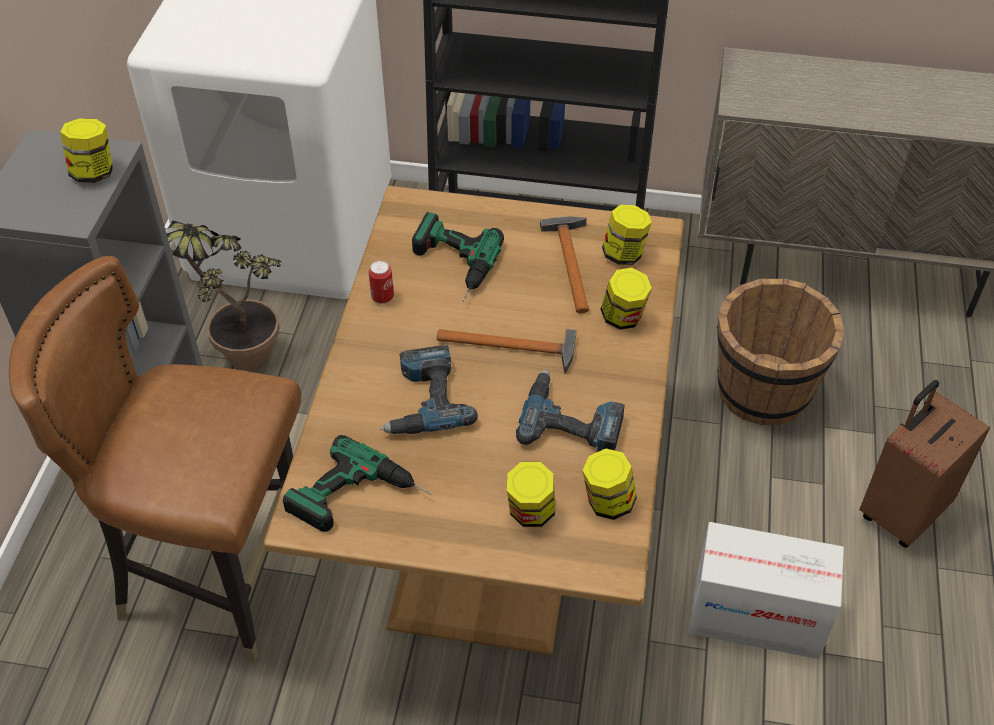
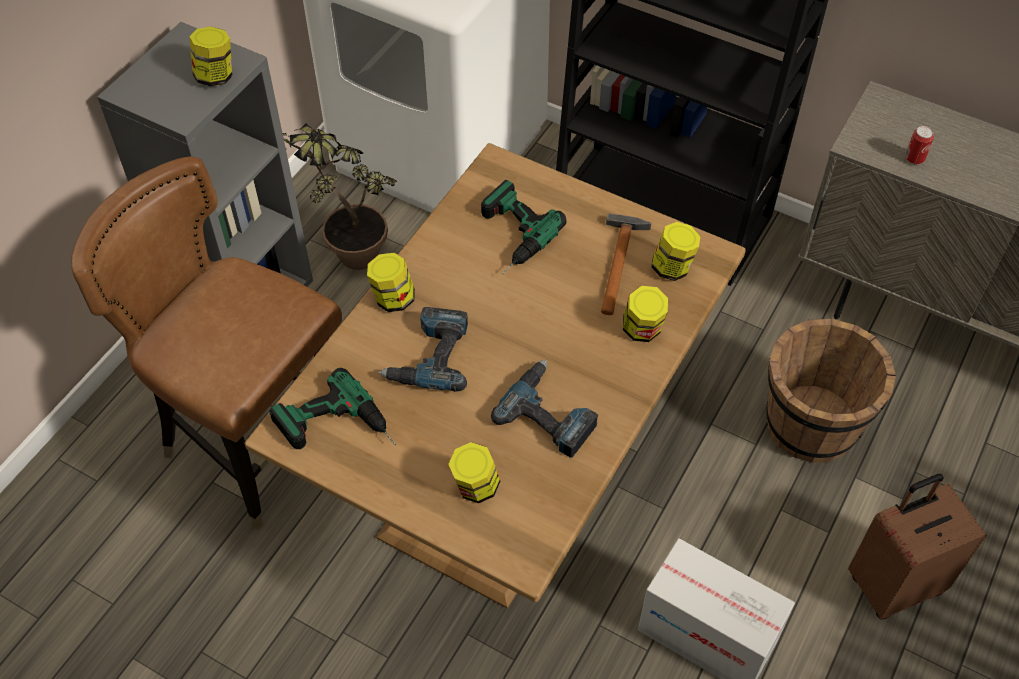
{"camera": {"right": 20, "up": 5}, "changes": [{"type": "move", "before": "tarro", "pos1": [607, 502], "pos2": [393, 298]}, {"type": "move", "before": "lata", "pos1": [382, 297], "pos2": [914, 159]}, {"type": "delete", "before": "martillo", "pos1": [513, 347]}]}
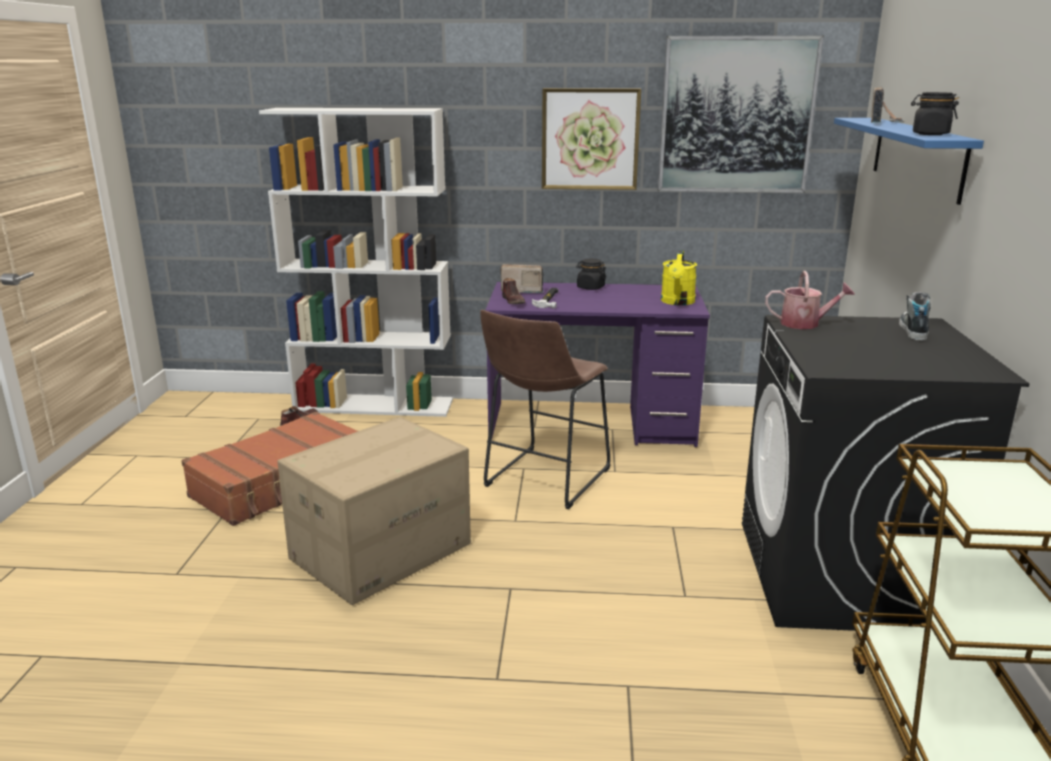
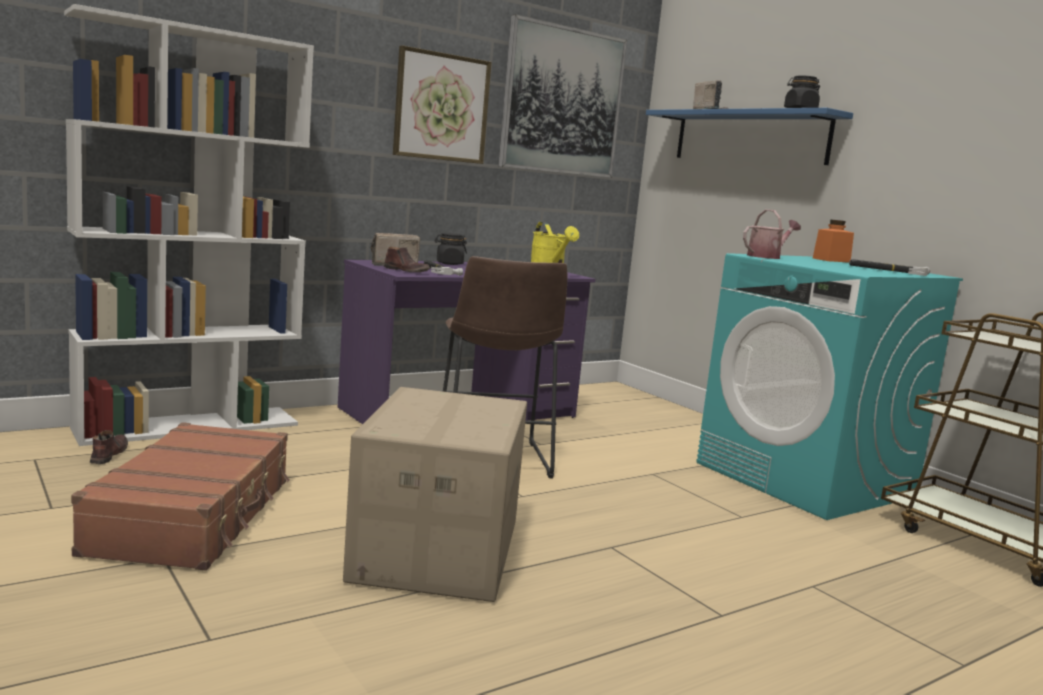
{"camera": {"right": -40, "up": -10}, "changes": [{"type": "recolor", "before": "lavadora/negro", "after": "lavadora/turquesa", "pos1": [841, 575], "pos2": [805, 480]}, {"type": "replace", "before": "zapato", "after": "tarro/naranja", "pos1": [913, 330], "pos2": [831, 260]}, {"type": "insert", "after": "martillo", "pos2": [887, 271]}]}
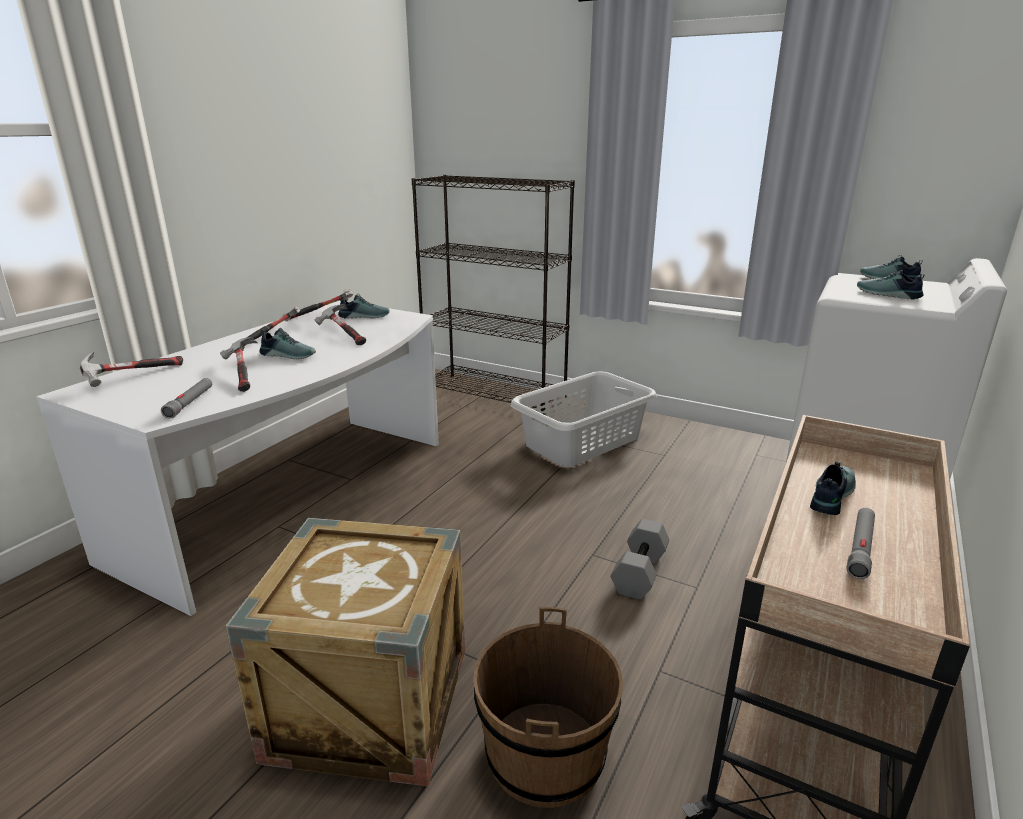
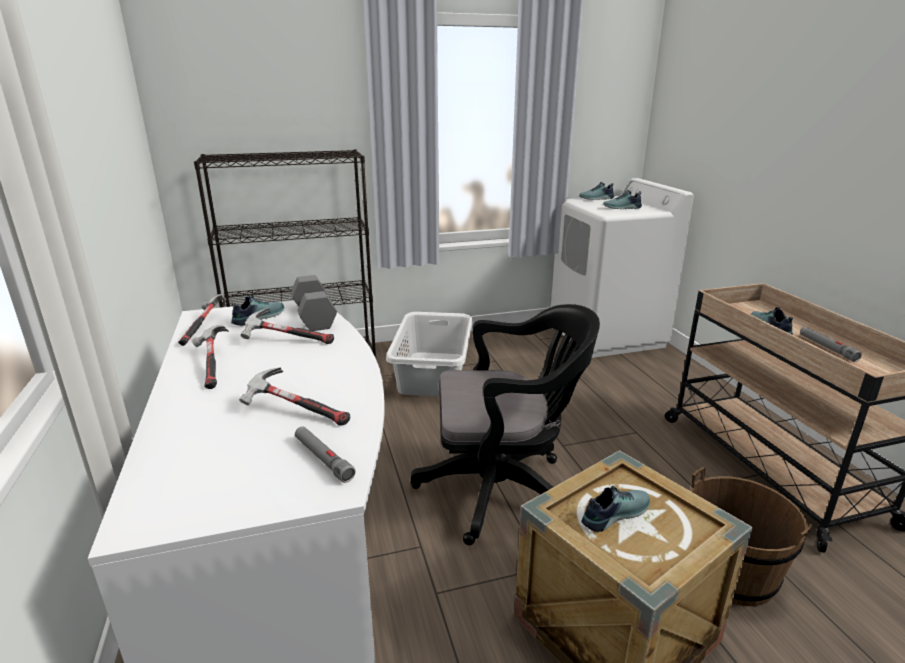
{"camera": {"right": -45, "up": 0}, "changes": [{"type": "move", "before": "mancuerna/gris", "pos1": [640, 573], "pos2": [315, 317]}, {"type": "insert", "after": "silla de oficina/negro", "pos2": [503, 489]}, {"type": "move", "before": "zapato", "pos1": [289, 355], "pos2": [613, 513]}, {"type": "delete", "before": "martillo", "pos1": [133, 377]}]}
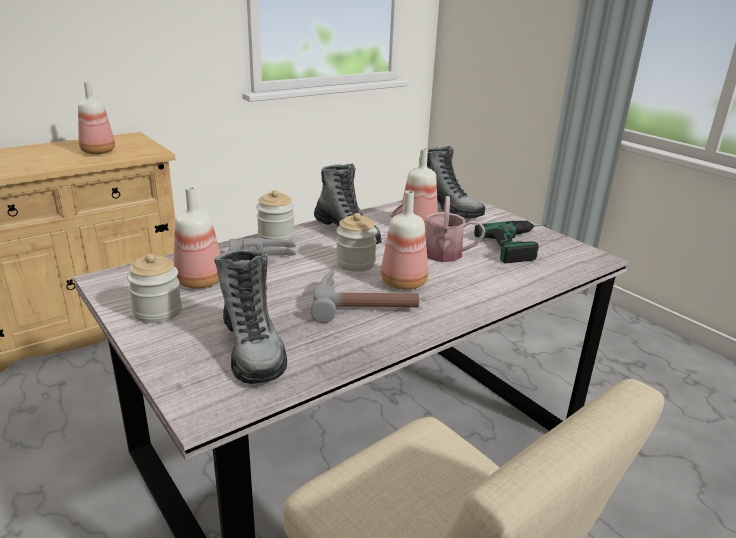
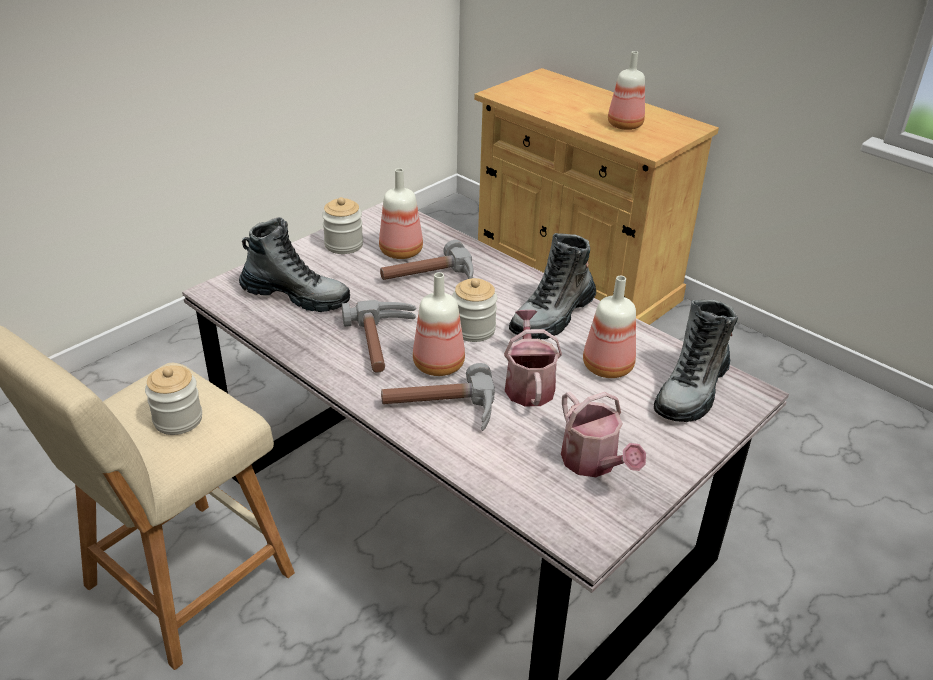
{"camera": {"right": 80, "up": 10}, "changes": [{"type": "move", "before": "tarro", "pos1": [276, 237], "pos2": [178, 420]}, {"type": "rotate", "before": "bota", "pos1": [253, 348], "pos2": [296, 296], "turn": -135}, {"type": "insert", "after": "martillo", "pos2": [440, 411]}, {"type": "replace", "before": "taladro", "after": "regadera", "pos1": [522, 245], "pos2": [593, 463]}]}
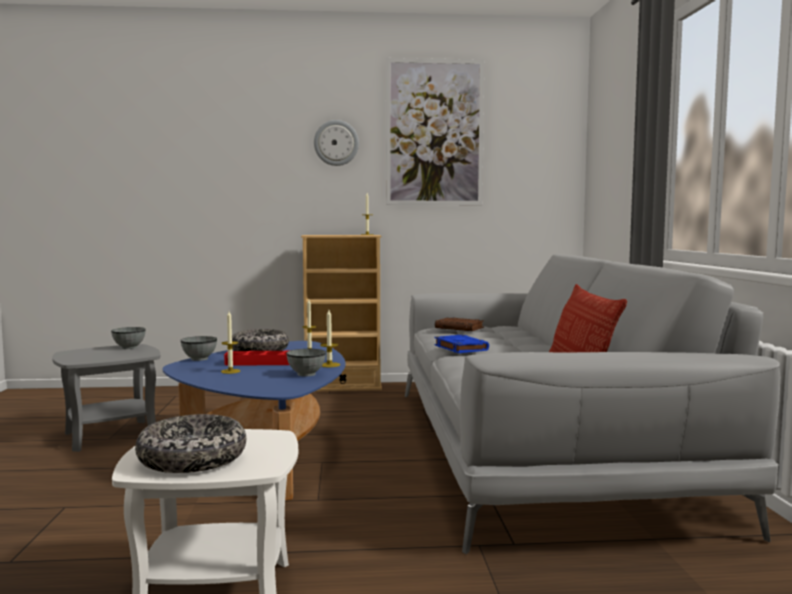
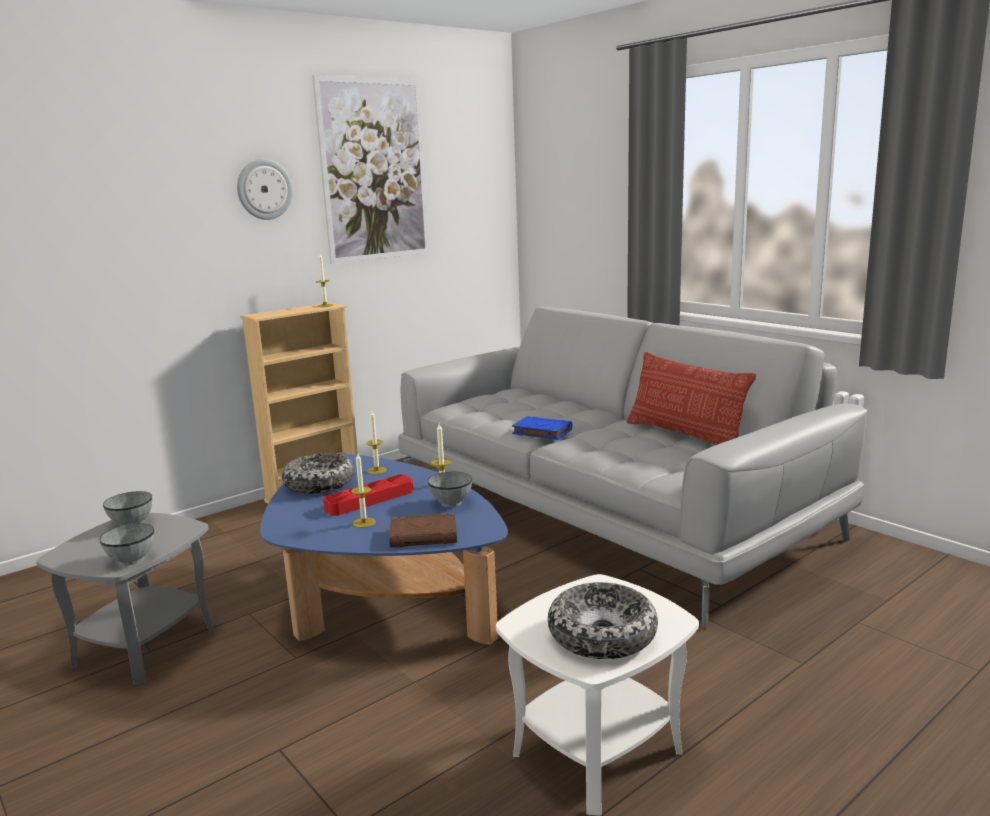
{"camera": {"right": -35, "up": 10}, "changes": [{"type": "move", "before": "cuenco/gris", "pos1": [199, 359], "pos2": [131, 560]}, {"type": "move", "before": "libro/marrón", "pos1": [460, 328], "pos2": [424, 535]}]}
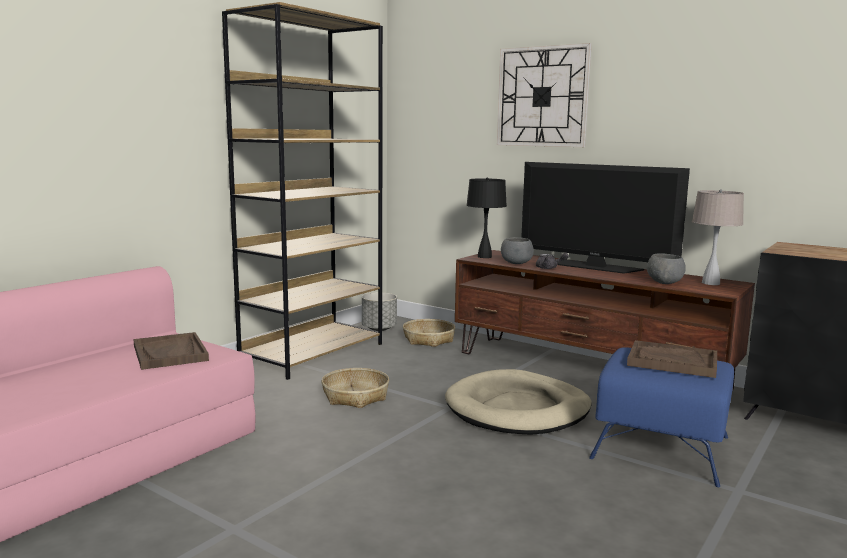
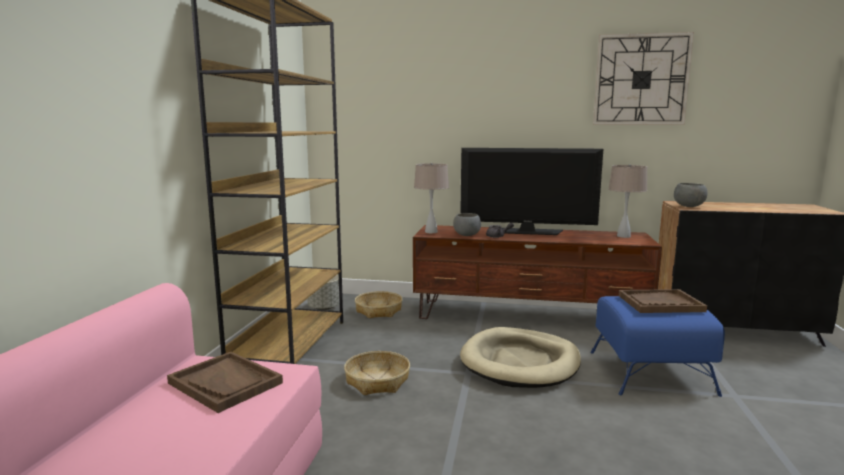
{"camera": {"right": -25, "up": 0}, "changes": [{"type": "recolor", "before": "lámpara de mesa/negro", "after": "lámpara de mesa/beis", "pos1": [484, 256], "pos2": [431, 232]}, {"type": "move", "before": "reloj de pared", "pos1": [542, 97], "pos2": [641, 80]}, {"type": "move", "before": "cuenco/gris", "pos1": [664, 283], "pos2": [688, 206]}]}
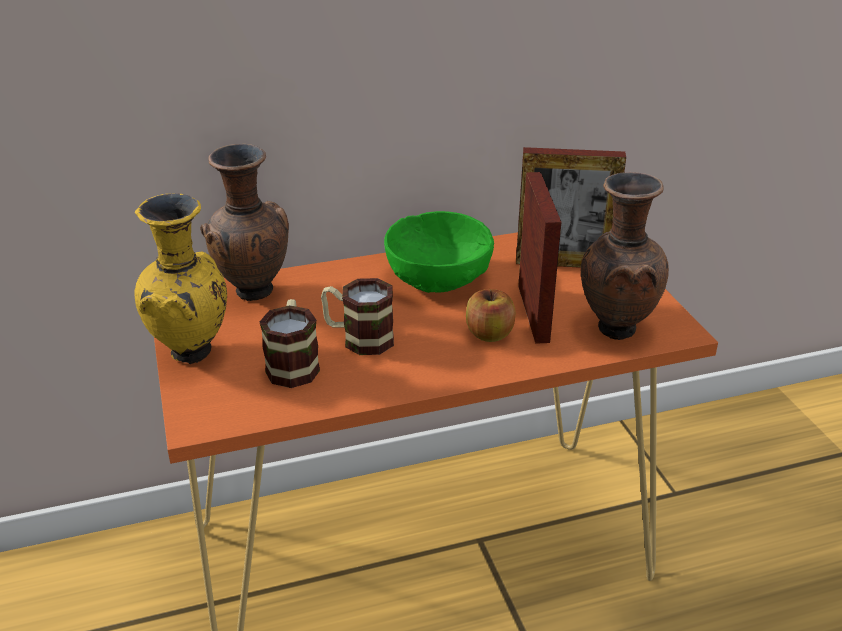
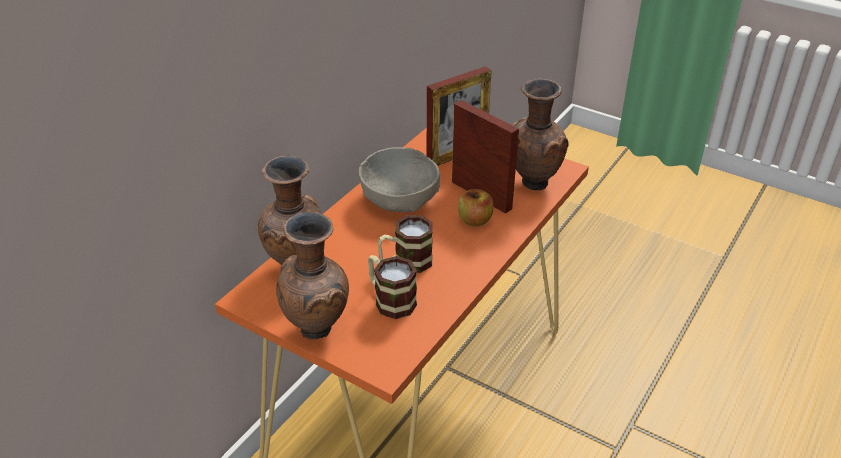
{"camera": {"right": -40, "up": 5}, "changes": [{"type": "recolor", "before": "florero/amarillo", "after": "florero/marrón", "pos1": [193, 355], "pos2": [318, 330]}, {"type": "recolor", "before": "cuenco/verde", "after": "cuenco/gris", "pos1": [438, 279], "pos2": [400, 199]}]}
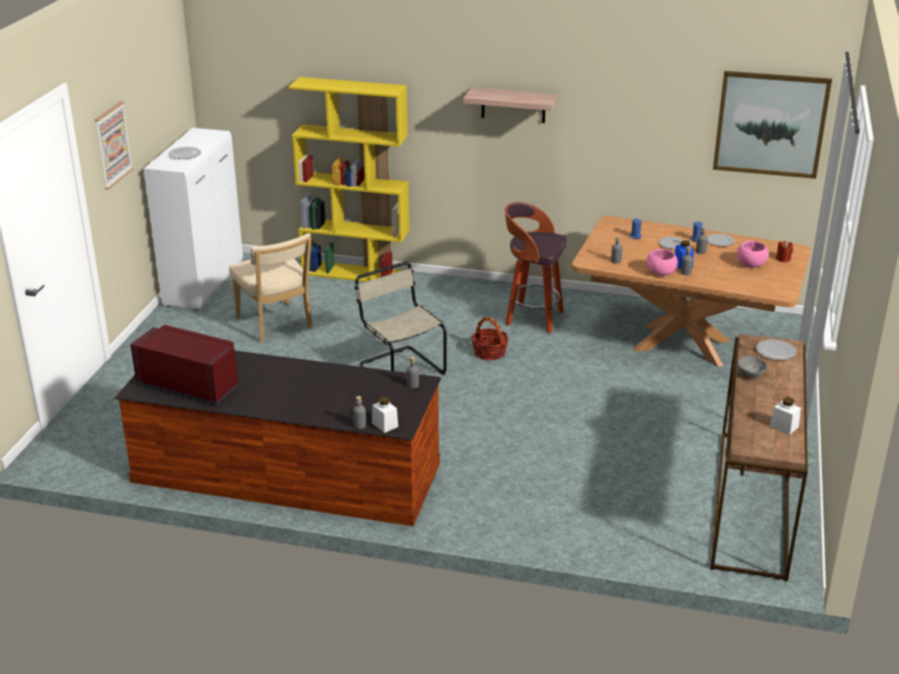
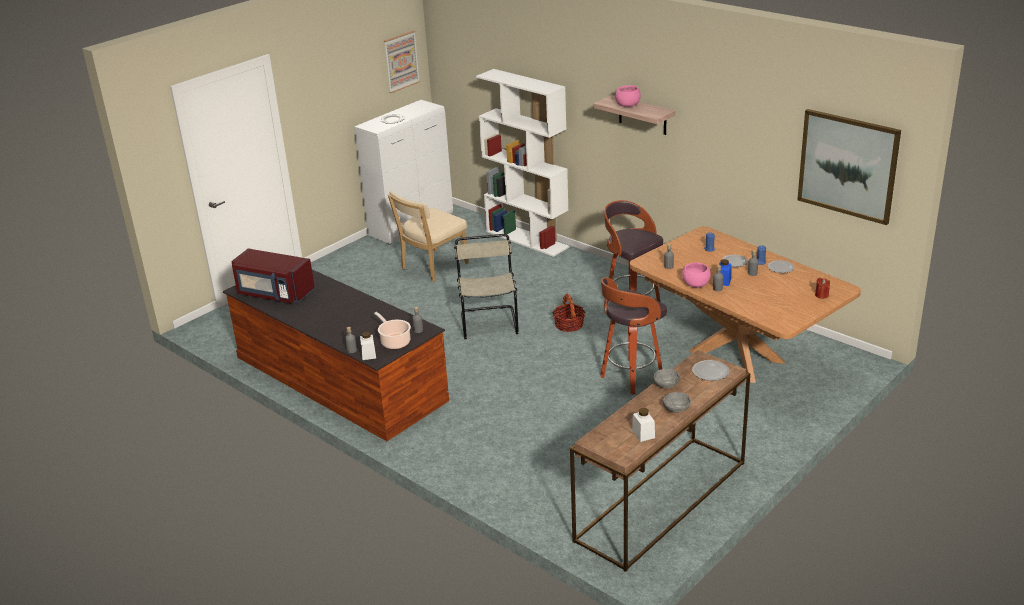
{"camera": {"right": 30, "up": 0}, "changes": [{"type": "rotate", "before": "microondas/rojo", "pos1": [189, 384], "pos2": [274, 293], "turn": 150}, {"type": "insert", "after": "olla", "pos2": [394, 342]}, {"type": "move", "before": "cuadro", "pos1": [113, 144], "pos2": [401, 61]}, {"type": "rotate", "before": "silla/beis", "pos1": [276, 325], "pos2": [432, 267], "turn": 45}, {"type": "recolor", "before": "estantería/amarillo", "after": "estantería/blanco", "pos1": [356, 273], "pos2": [528, 239]}, {"type": "insert", "after": "taburete", "pos2": [630, 378]}, {"type": "move", "before": "cuenco/rosa", "pos1": [751, 264], "pos2": [627, 105]}, {"type": "insert", "after": "cuenco/gris", "pos2": [676, 409]}]}
